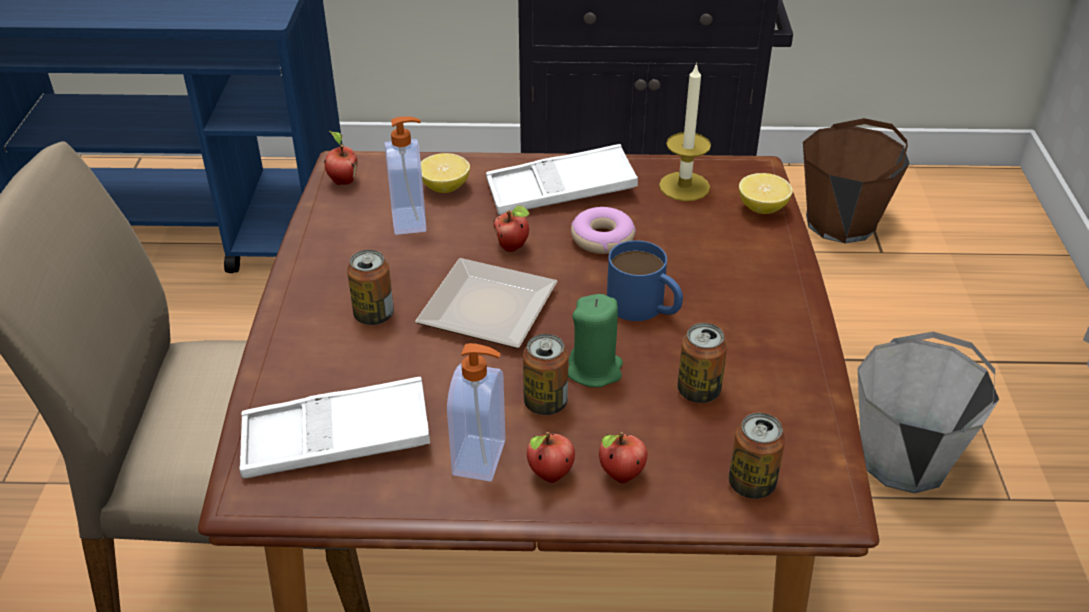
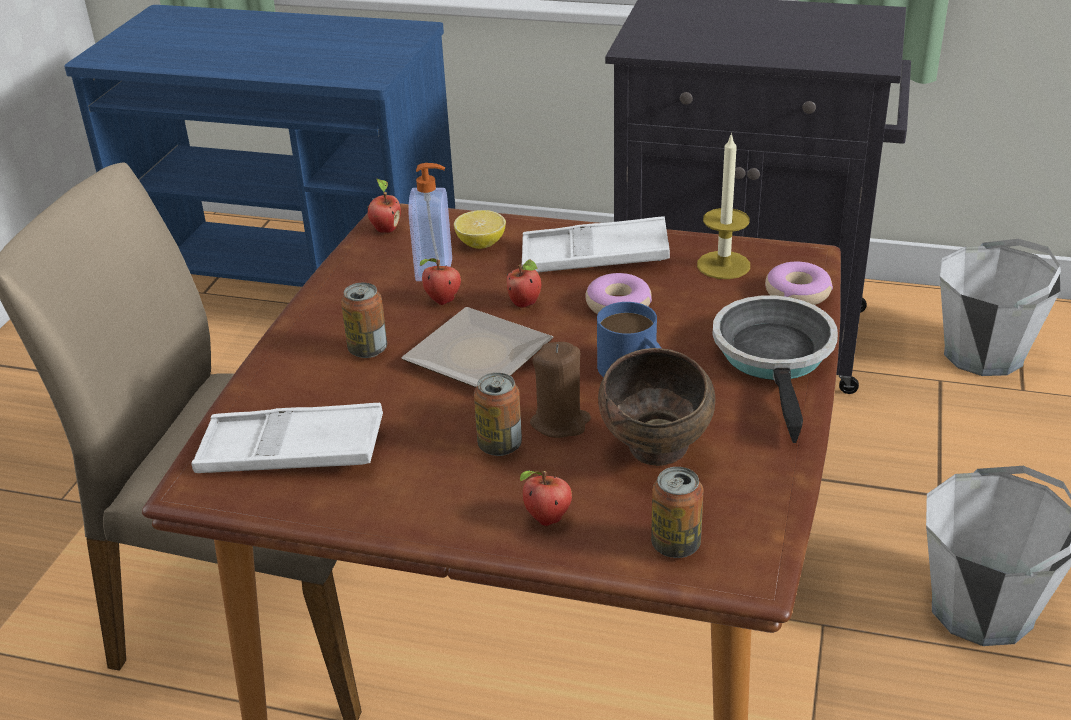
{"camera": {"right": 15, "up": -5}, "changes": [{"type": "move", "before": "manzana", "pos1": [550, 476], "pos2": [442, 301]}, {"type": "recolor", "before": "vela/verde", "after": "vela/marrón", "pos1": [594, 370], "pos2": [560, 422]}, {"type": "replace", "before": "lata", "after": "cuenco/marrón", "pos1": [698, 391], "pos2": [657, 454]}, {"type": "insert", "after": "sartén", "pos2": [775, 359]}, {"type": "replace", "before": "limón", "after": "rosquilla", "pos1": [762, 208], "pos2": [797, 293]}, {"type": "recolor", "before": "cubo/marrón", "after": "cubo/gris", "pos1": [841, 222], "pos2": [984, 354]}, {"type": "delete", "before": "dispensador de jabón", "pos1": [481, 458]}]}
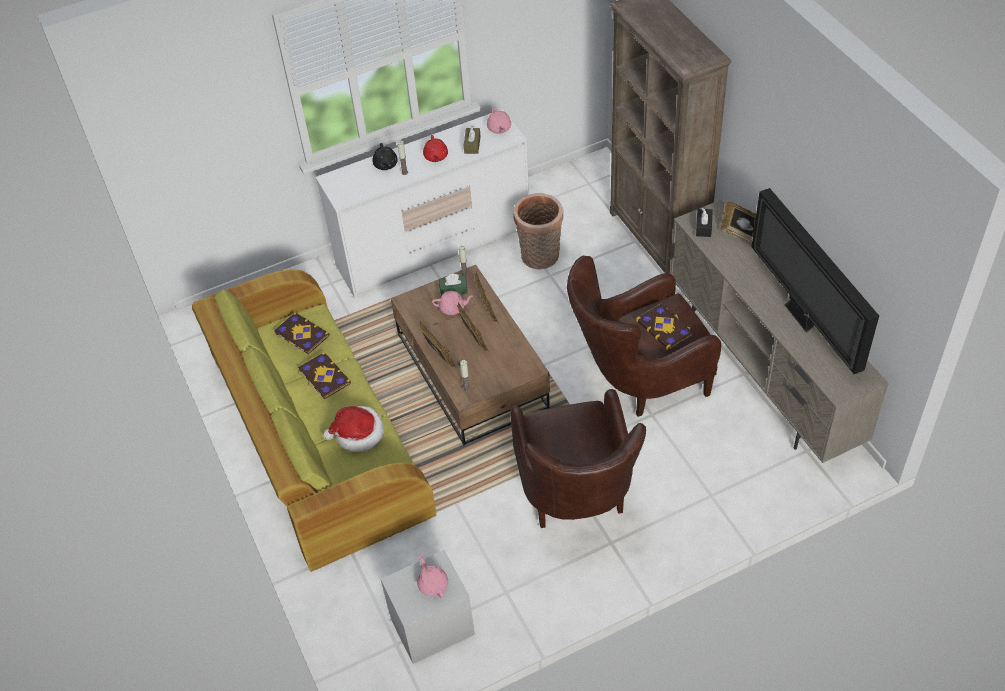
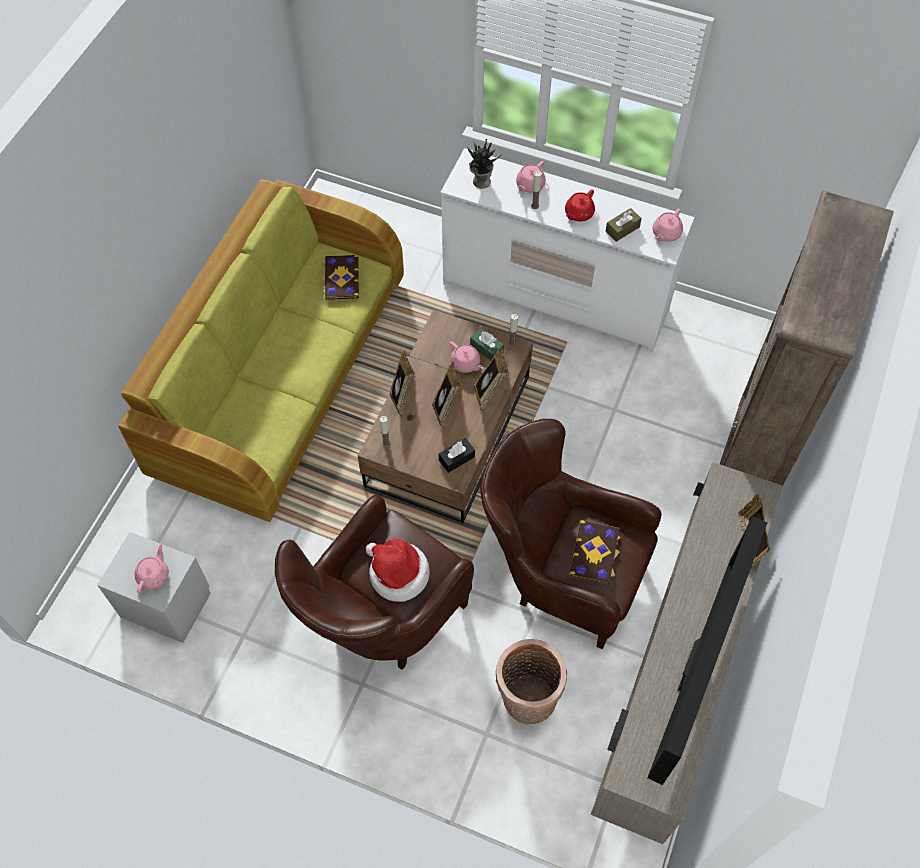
{"camera": {"right": 45, "up": 10}, "changes": [{"type": "move", "before": "sombrero", "pos1": [358, 434], "pos2": [397, 574]}, {"type": "move", "before": "caja de pañuelos/negro", "pos1": [703, 227], "pos2": [456, 458]}, {"type": "insert", "after": "planta en maceta", "pos2": [480, 181]}, {"type": "move", "before": "cesta", "pos1": [540, 258], "pos2": [526, 701]}, {"type": "recolor", "before": "tetera/negro", "after": "tetera/rosa", "pos1": [385, 165], "pos2": [529, 185]}, {"type": "delete", "before": "libro", "pos1": [324, 377]}]}
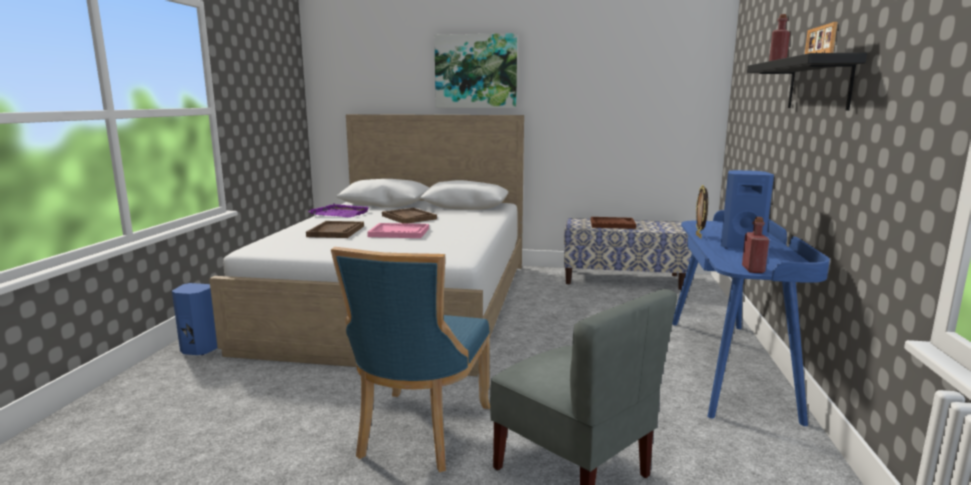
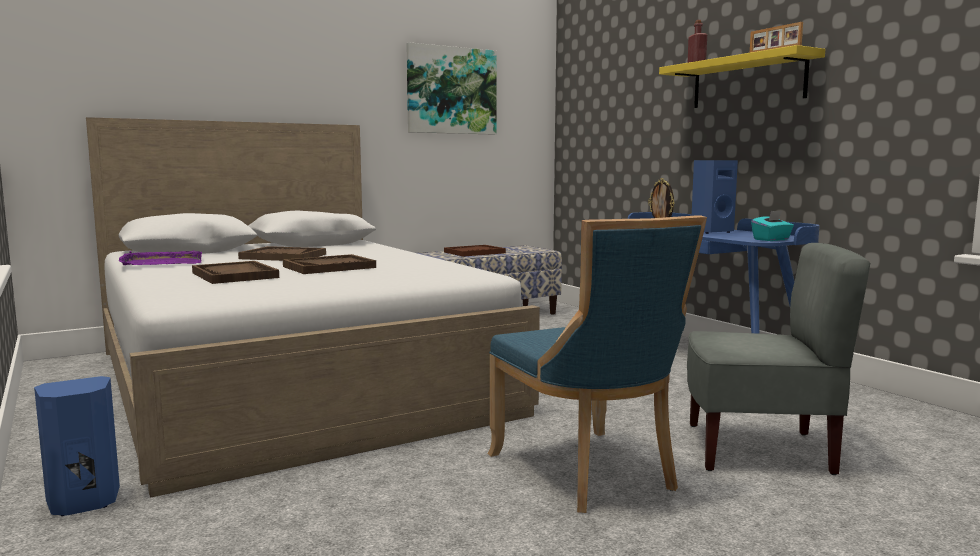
{"camera": {"right": -40, "up": -5}, "changes": [{"type": "recolor", "before": "bandeja/rosa", "after": "bandeja/marrón", "pos1": [399, 232], "pos2": [329, 267]}, {"type": "move", "before": "cuadro", "pos1": [476, 71], "pos2": [451, 90]}, {"type": "recolor", "before": "estante/negro", "after": "estante/amarillo", "pos1": [818, 84], "pos2": [747, 81]}, {"type": "replace", "before": "botella/rojo", "after": "caja de pañuelos/turquesa", "pos1": [753, 269], "pos2": [771, 240]}]}
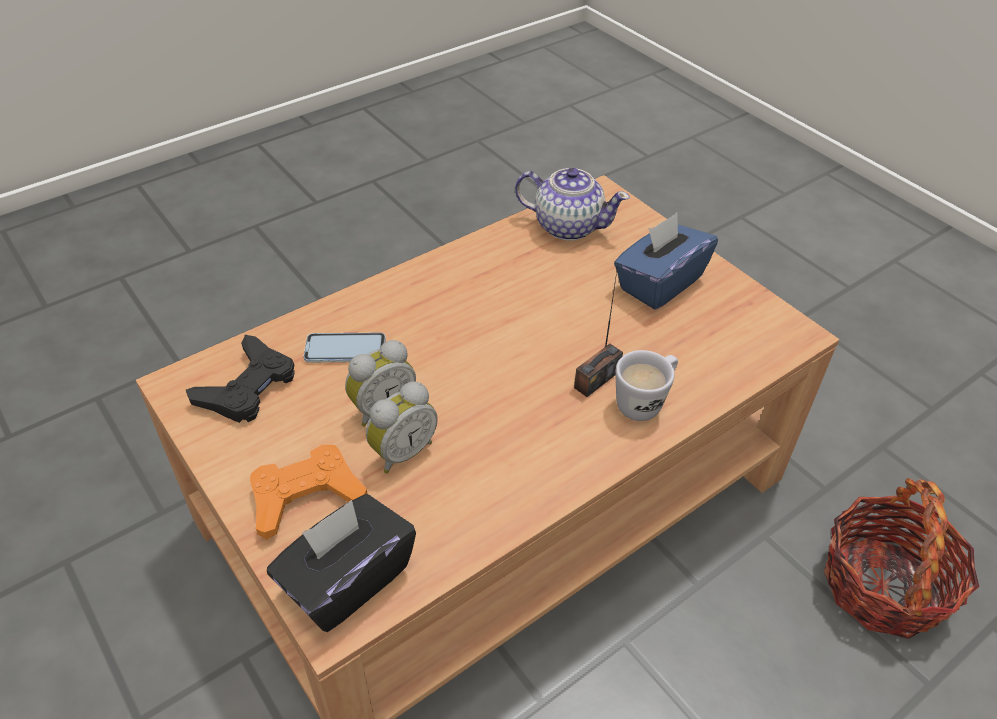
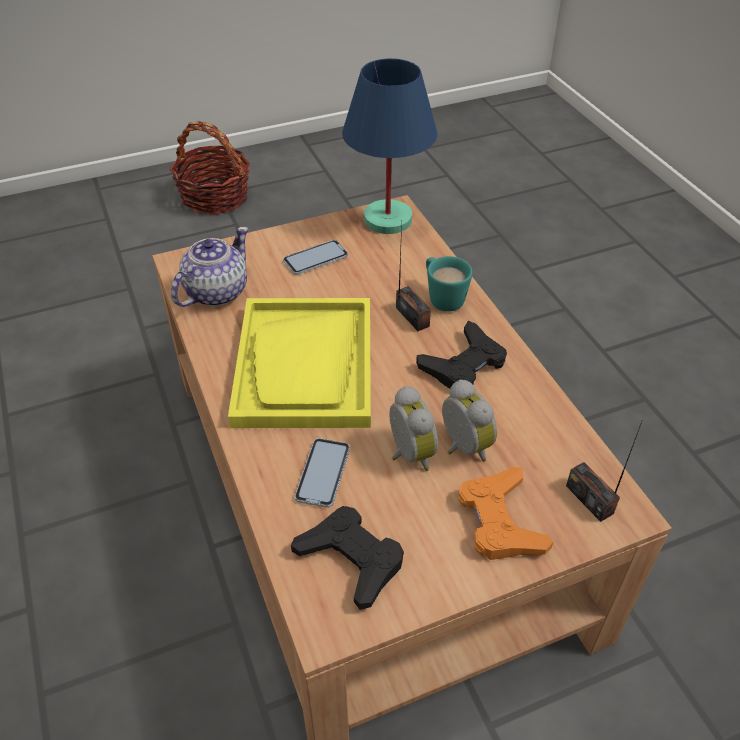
{"camera": {"right": -75, "up": 0}, "changes": [{"type": "move", "before": "cesta", "pos1": [883, 585], "pos2": [215, 197]}, {"type": "insert", "after": "bandeja/amarillo", "pos2": [305, 365]}, {"type": "replace", "before": "caja de pañuelos/azul", "after": "móvil", "pos1": [659, 283], "pos2": [315, 259]}, {"type": "insert", "after": "lámpara de mesa/azul", "pos2": [388, 219]}, {"type": "insert", "after": "mando de consola/negro", "pos2": [463, 365]}, {"type": "recolor", "before": "taza grande/blanco", "after": "taza grande/turquesa", "pos1": [645, 402], "pos2": [442, 297]}, {"type": "replace", "before": "caja de pañuelos/negro", "after": "radio", "pos1": [347, 580], "pos2": [589, 499]}]}
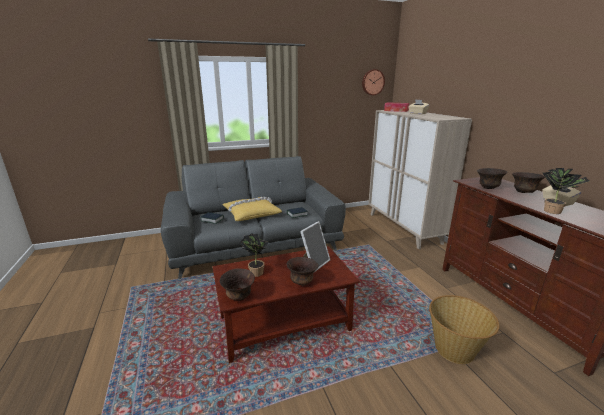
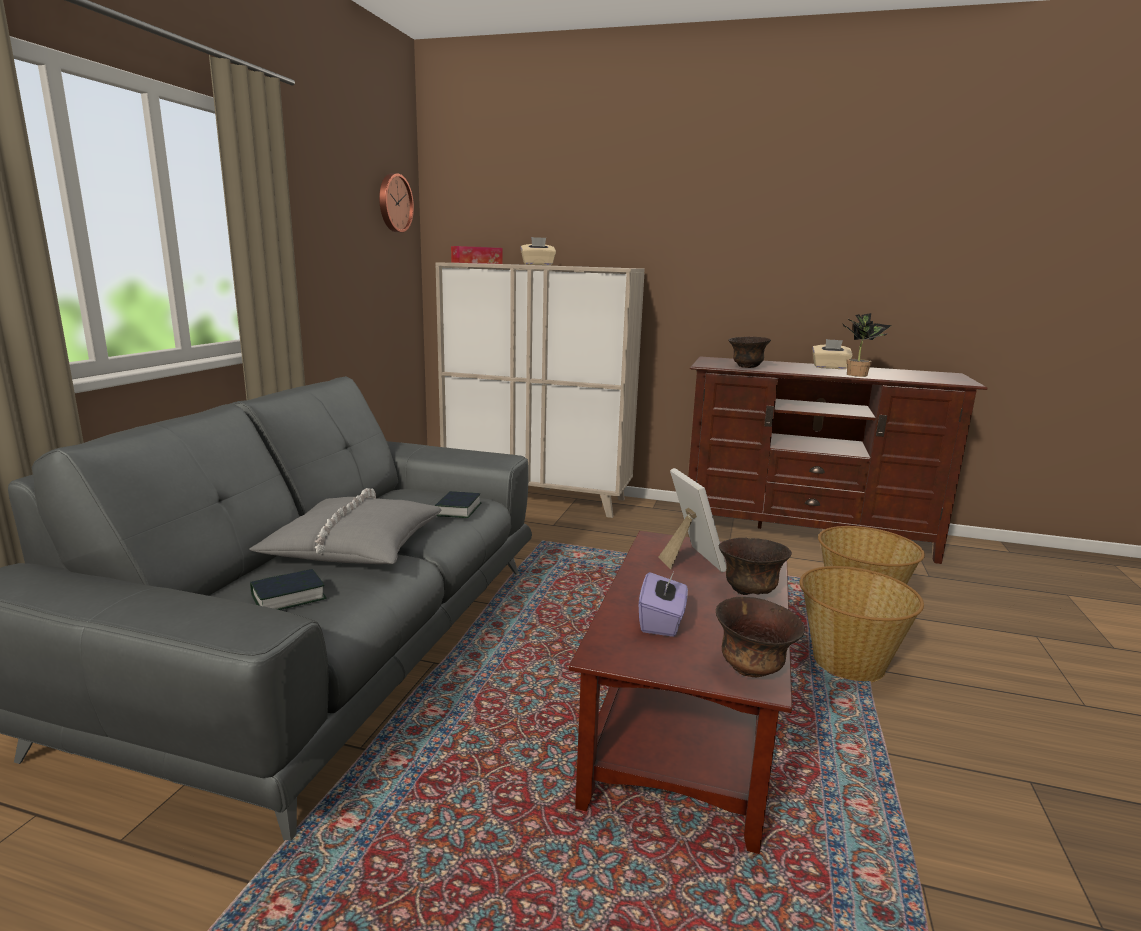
{"camera": {"right": -55, "up": -5}, "changes": [{"type": "recolor", "before": "cojín/amarillo", "after": "cojín/gris", "pos1": [251, 213], "pos2": [354, 546]}, {"type": "replace", "before": "planta en maceta", "after": "caja de pañuelos/morado", "pos1": [255, 272], "pos2": [662, 622]}, {"type": "insert", "after": "cesta", "pos2": [848, 662]}, {"type": "delete", "before": "cuenco/marrón", "pos1": [523, 192]}]}
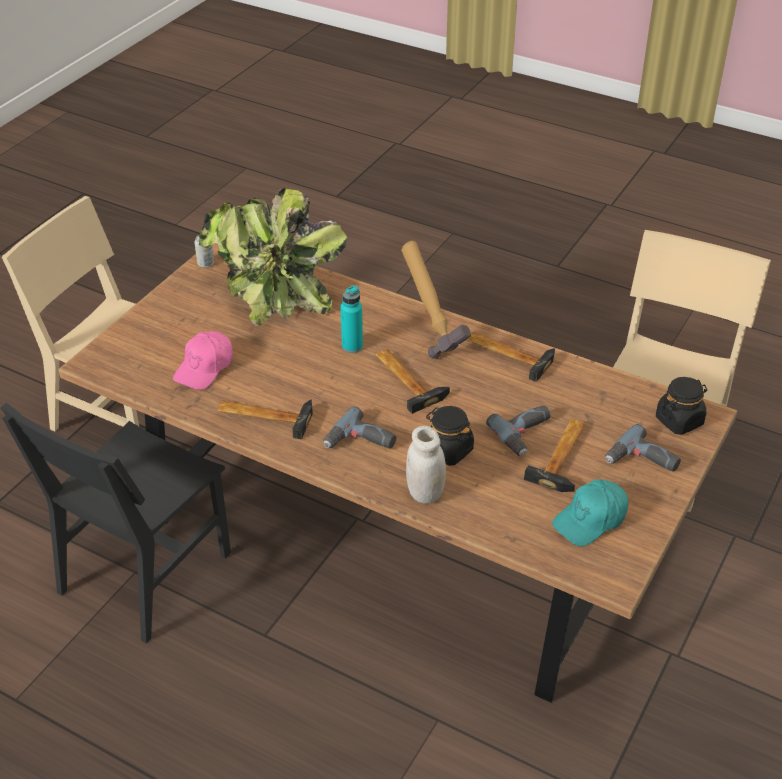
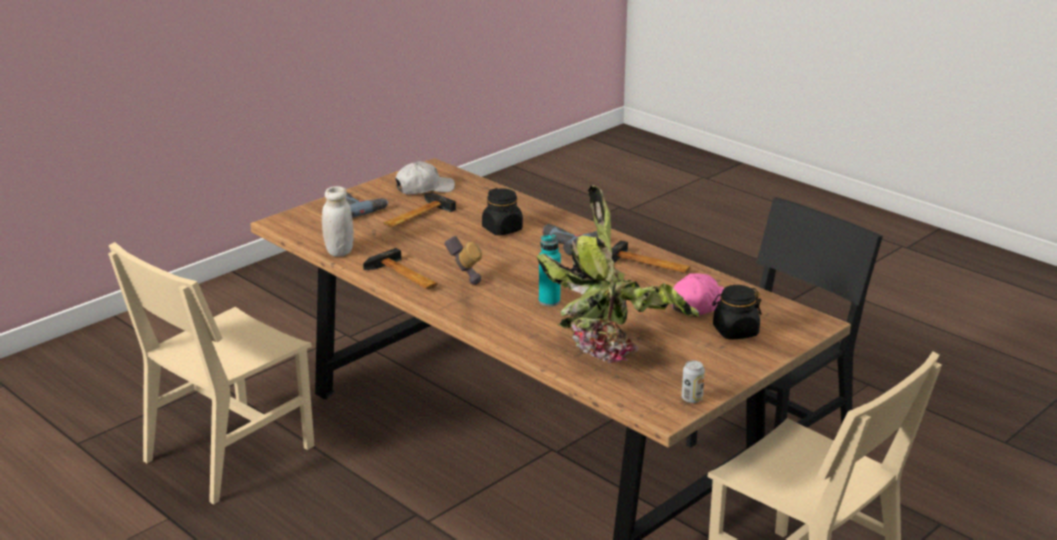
{"camera": {"right": -165, "up": -15}, "changes": [{"type": "move", "before": "tarro/blanco", "pos1": [425, 493], "pos2": [339, 251]}, {"type": "recolor", "before": "gorra/turquesa", "after": "gorra/blanco", "pos1": [591, 520], "pos2": [424, 188]}, {"type": "move", "before": "tarro/negro", "pos1": [679, 421], "pos2": [735, 331]}, {"type": "delete", "before": "martillo", "pos1": [407, 379]}, {"type": "delete", "before": "taladro", "pos1": [526, 434]}]}
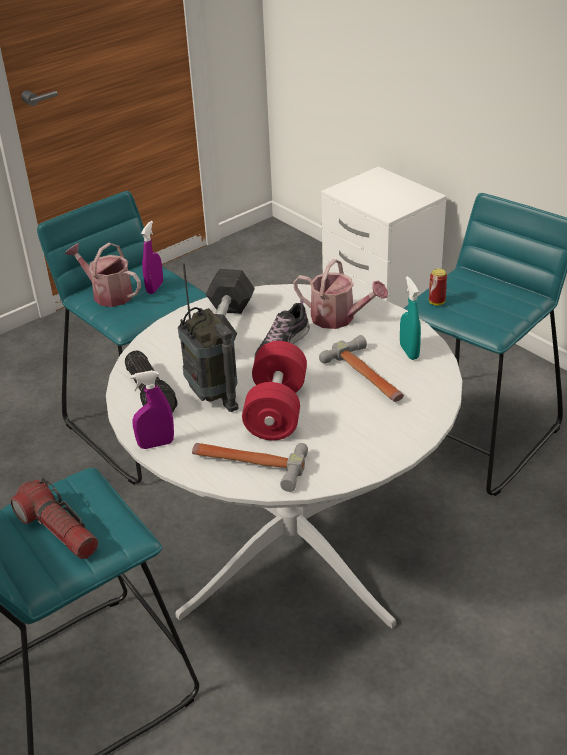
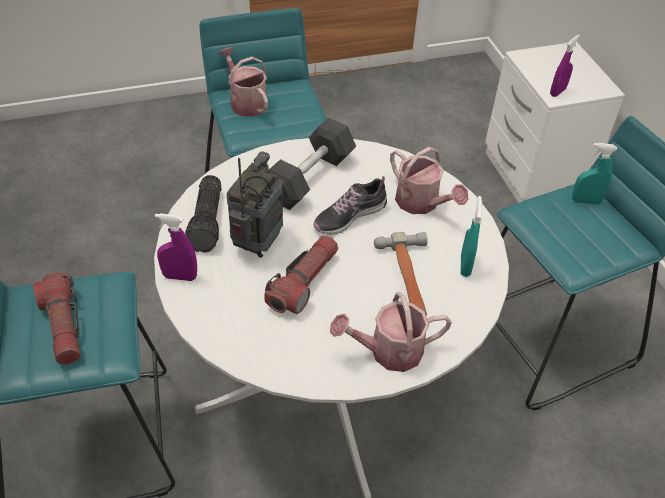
{"camera": {"right": 20, "up": 10}, "changes": [{"type": "rotate", "before": "radio", "pos1": [212, 395], "pos2": [257, 244], "turn": -150}, {"type": "replace", "before": "mancuerna/rojo", "after": "linterna", "pos1": [276, 410], "pos2": [303, 282]}, {"type": "insert", "after": "regadera", "pos2": [388, 351]}, {"type": "move", "before": "pulverizador/morado", "pos1": [155, 287], "pos2": [557, 92]}, {"type": "insert", "after": "pulverizador/turquesa", "pos2": [585, 201]}, {"type": "delete", "before": "martillo", "pos1": [248, 464]}, {"type": "delete", "before": "lata", "pos1": [436, 302]}]}
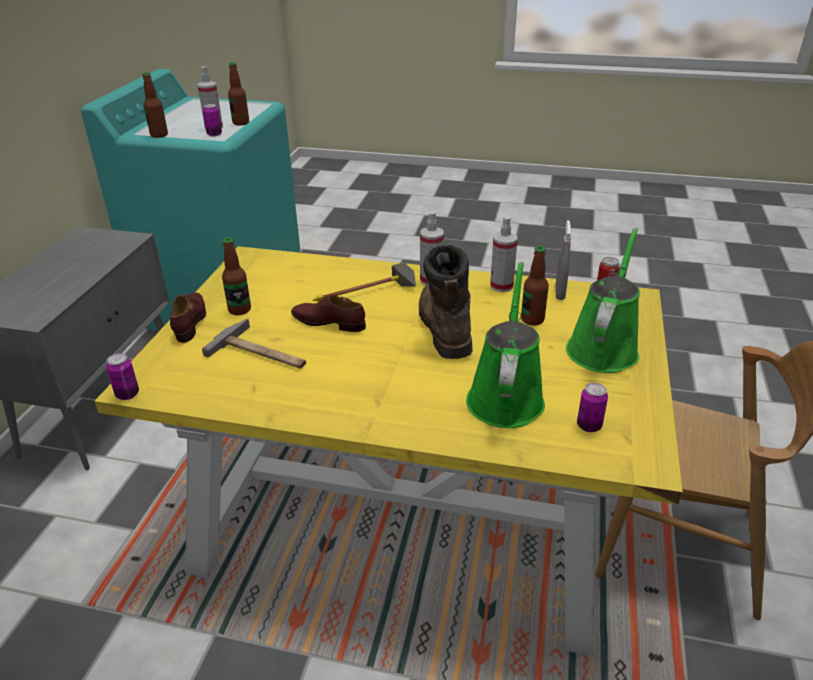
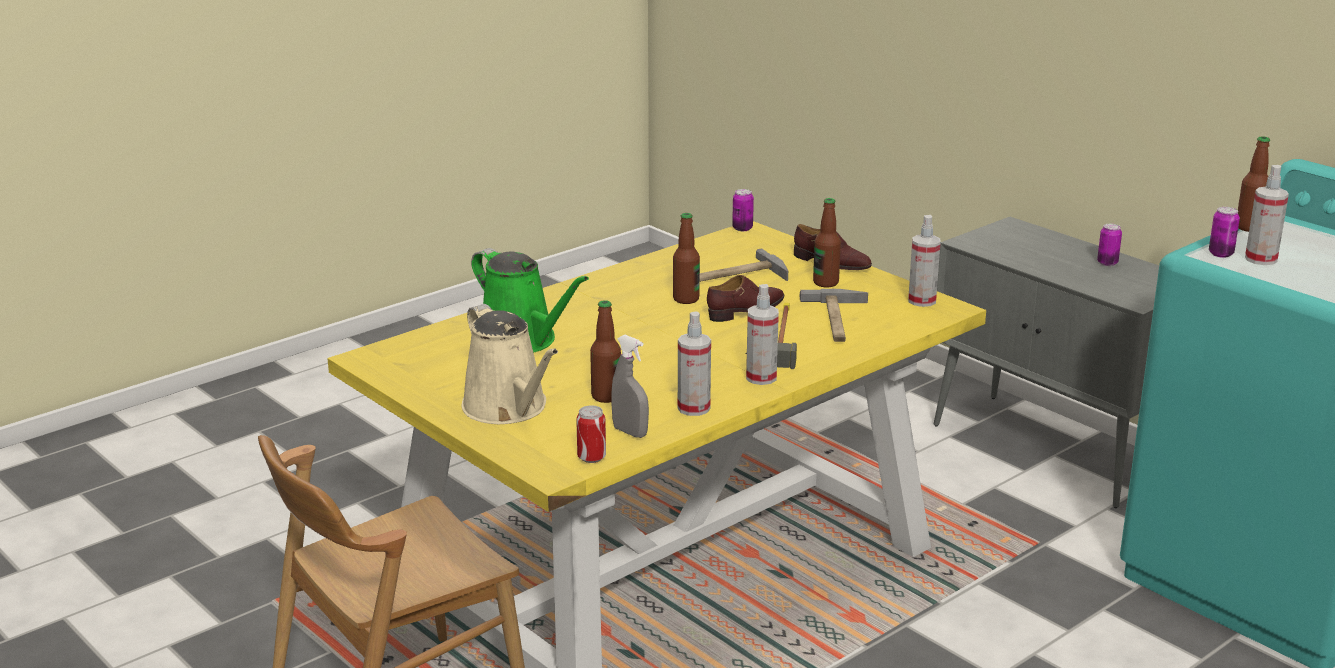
{"camera": {"right": 125, "up": -10}, "changes": [{"type": "recolor", "before": "regadera/verde", "after": "regadera/beis", "pos1": [603, 347], "pos2": [509, 408]}, {"type": "move", "before": "botella", "pos1": [241, 123], "pos2": [686, 299]}, {"type": "insert", "after": "martillo", "pos2": [837, 320]}, {"type": "insert", "after": "pulverizador", "pos2": [922, 301]}, {"type": "move", "before": "lata", "pos1": [589, 426], "pos2": [1107, 263]}, {"type": "delete", "before": "bota/marrón", "pos1": [443, 326]}]}
